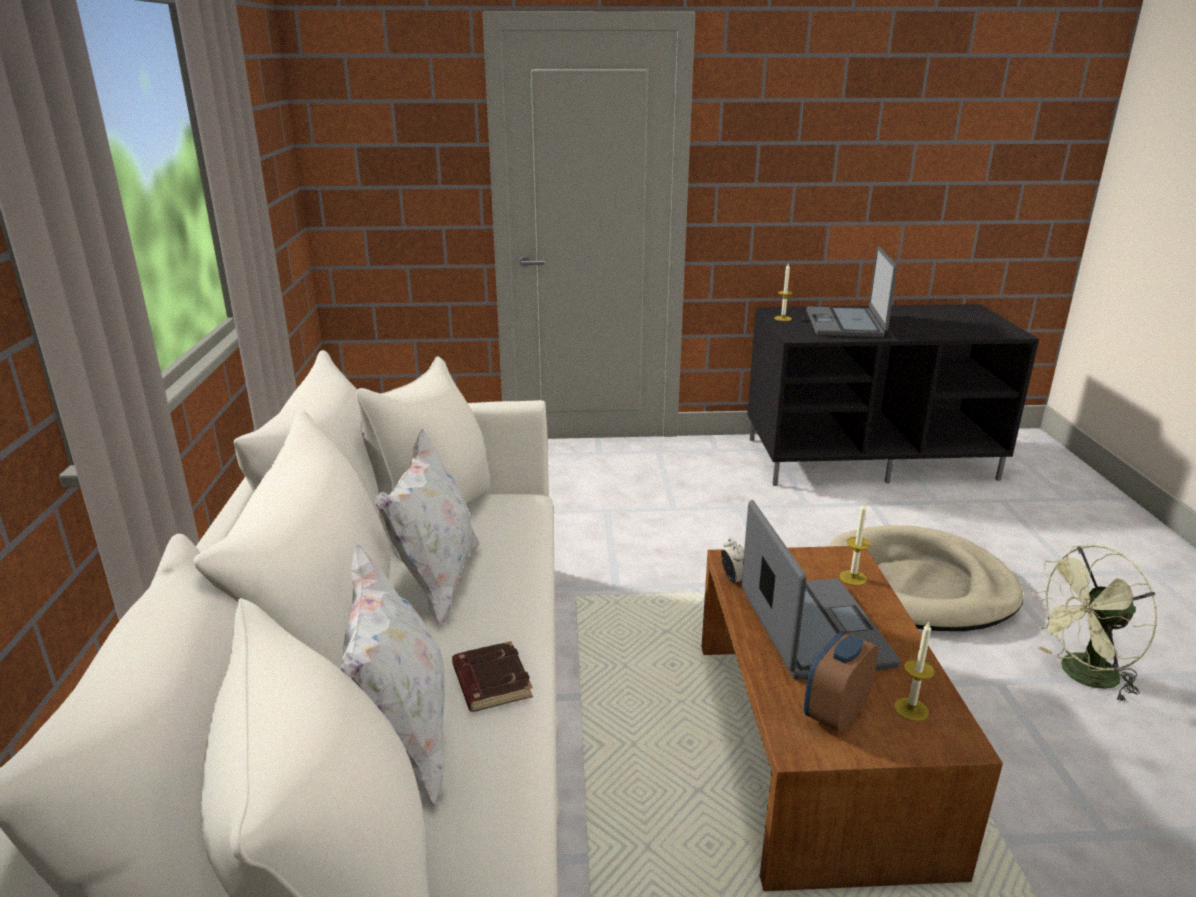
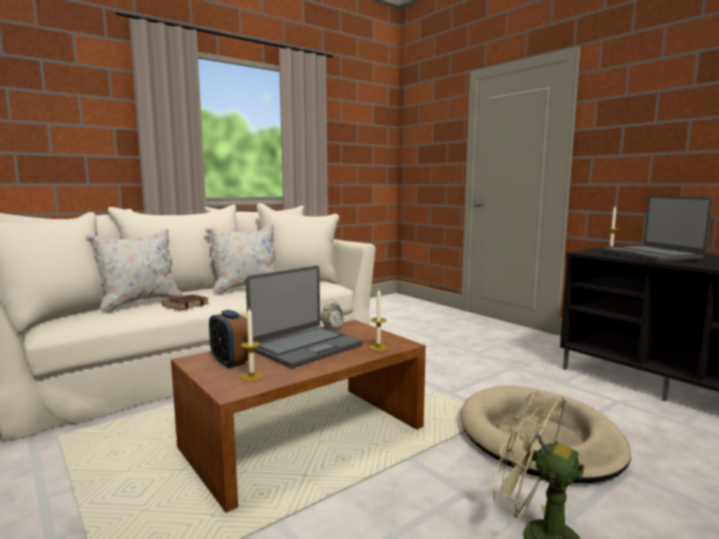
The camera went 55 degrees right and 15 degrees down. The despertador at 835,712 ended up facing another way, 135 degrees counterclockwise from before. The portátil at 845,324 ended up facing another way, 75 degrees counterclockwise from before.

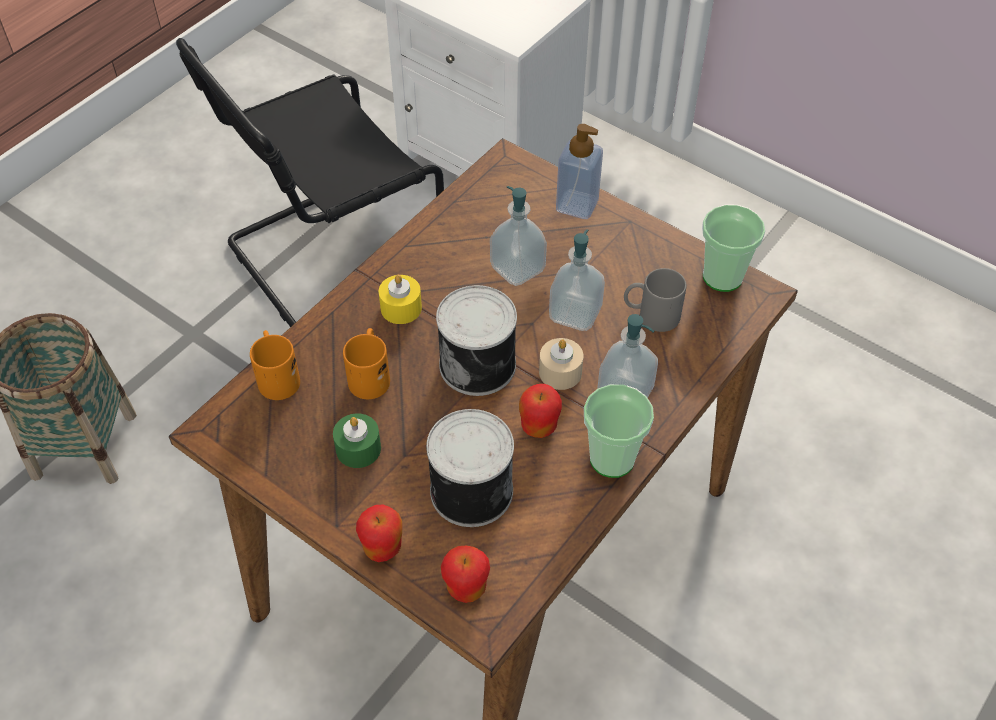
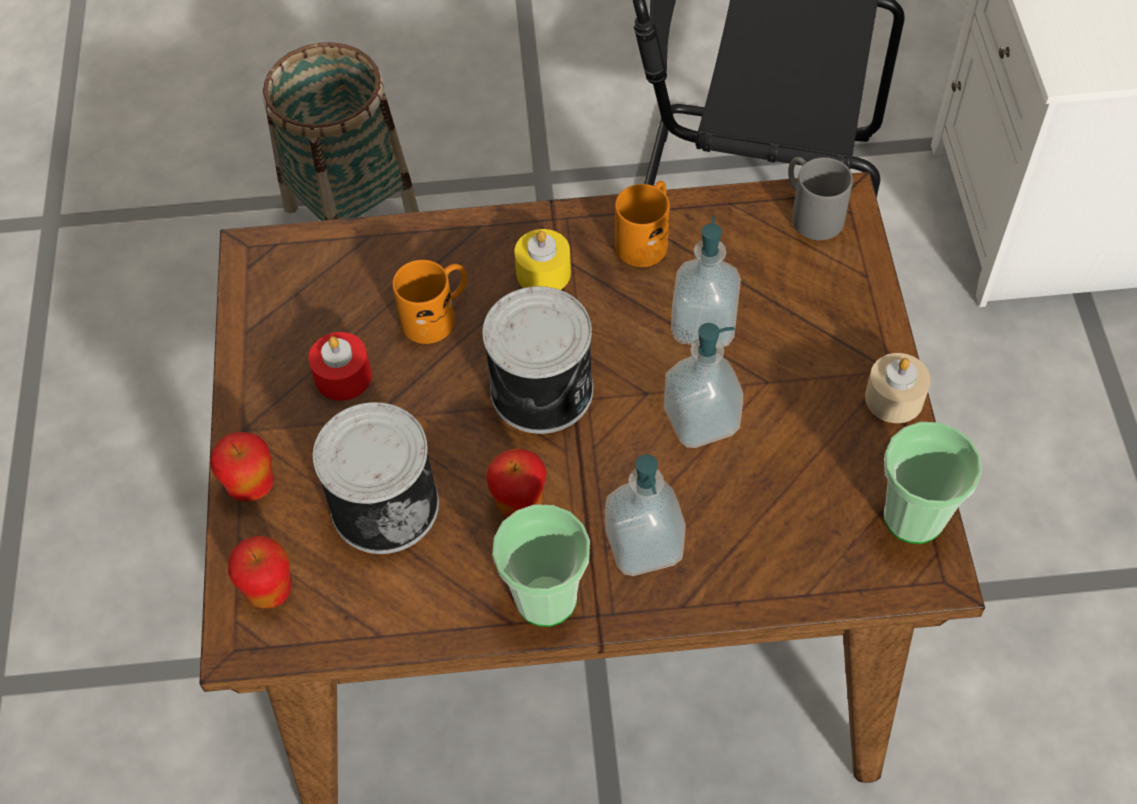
The camera went 50 degrees right and 5 degrees up. What was the vela/verde at 358,449 turned into the vela/rojo at 343,376. The taza grande/naranja ended up elsewhere, having gone from 276,376 to 646,238. The taza grande/gris ended up elsewhere, having gone from 650,315 to 810,213. The vela/beis ended up elsewhere, having gone from 560,372 to 894,398. The second view lost the dispensador de jabón at 577,205.

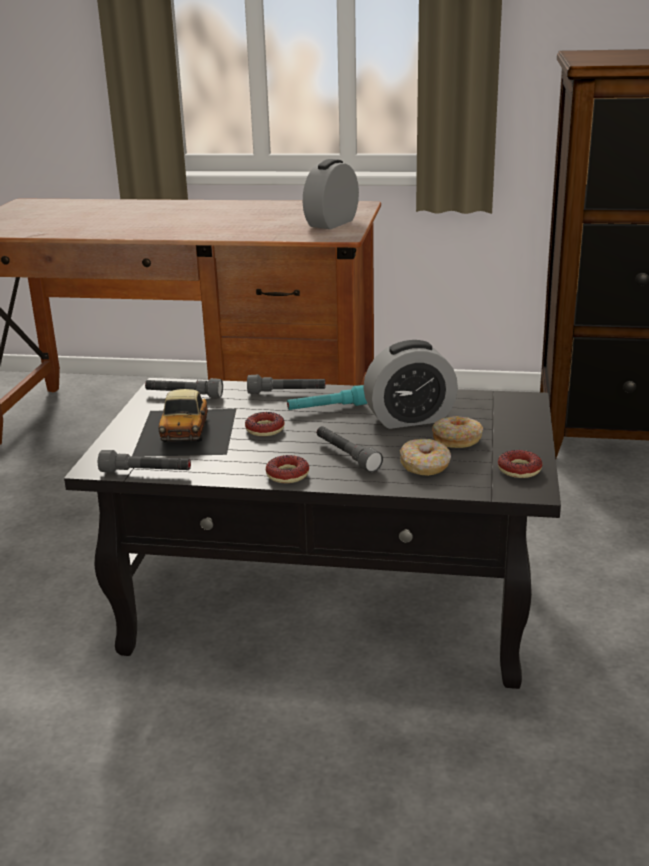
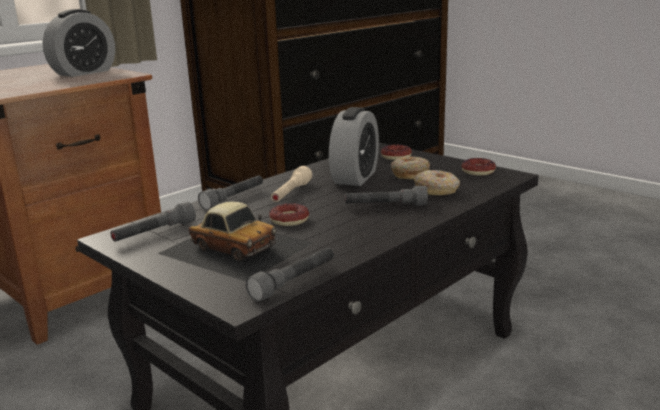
The camera went 55 degrees left and 5 degrees down. The despertador at 331,223 ended up facing another way, 120 degrees counterclockwise from before. What was the linterna/turquesa at 327,409 turned into the linterna/beis at 291,194. The rosquilla ended up elsewhere, having gone from 287,475 to 396,156.

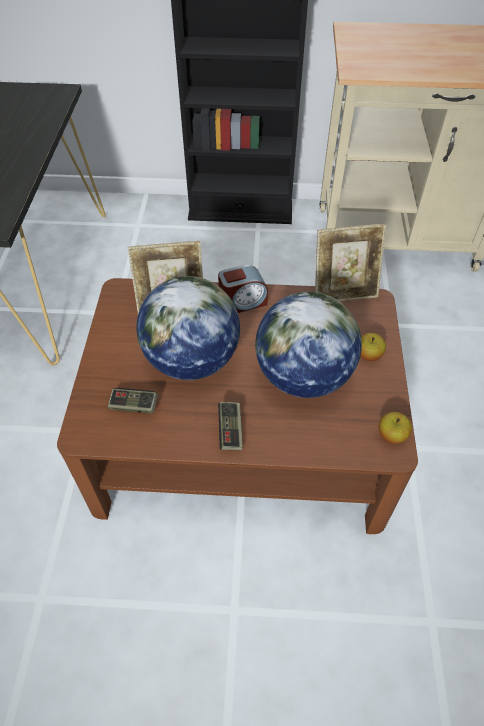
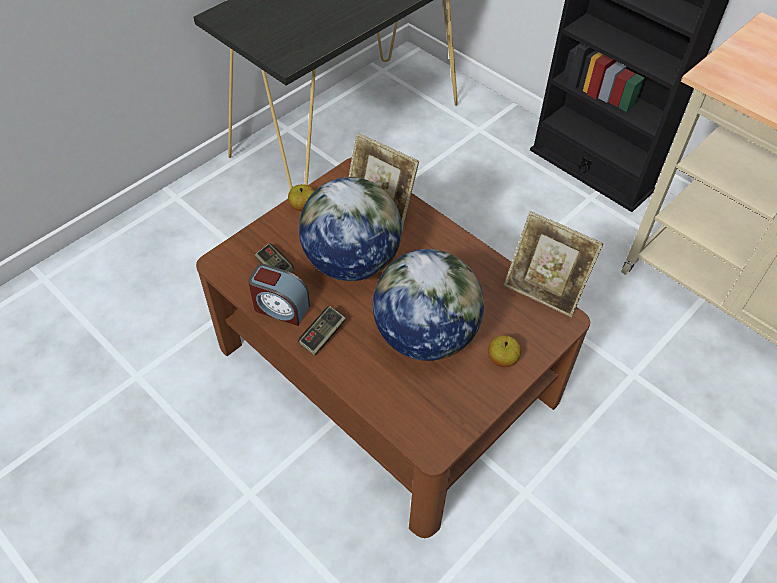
The camera went 40 degrees right and 0 degrees up. The despertador ended up elsewhere, having gone from 242,302 to 280,308. The manzana ended up elsewhere, having gone from 391,435 to 302,206.

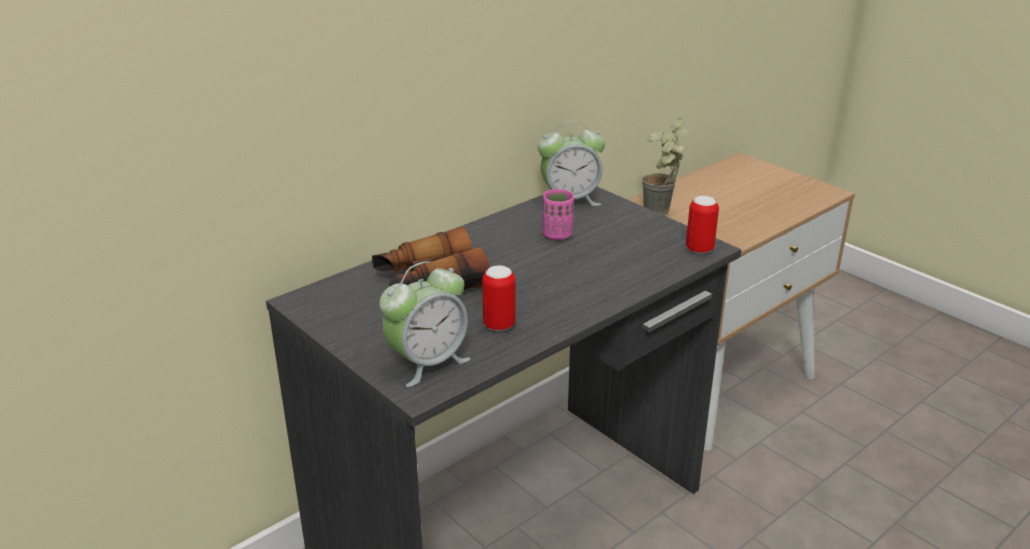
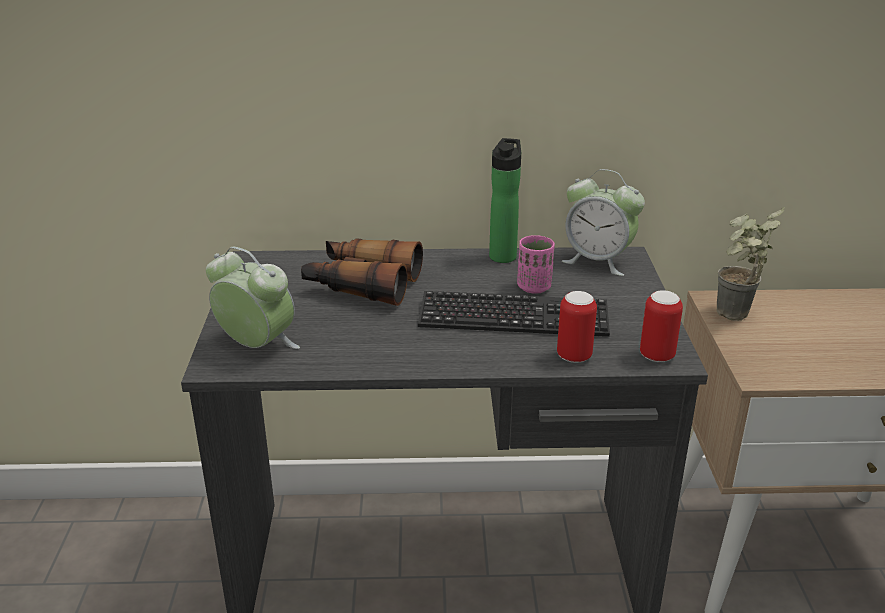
The camera went 40 degrees right and 0 degrees up. The despertador at 428,363 ended up facing another way, 150 degrees counterclockwise from before. The second view gained the teclado at 513,318. The second view gained the botella at 503,255. The lata ended up elsewhere, having gone from 499,325 to 574,356.

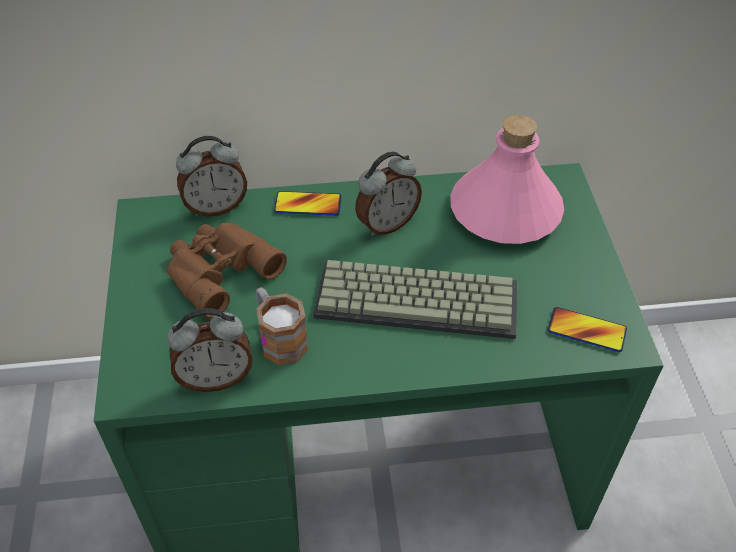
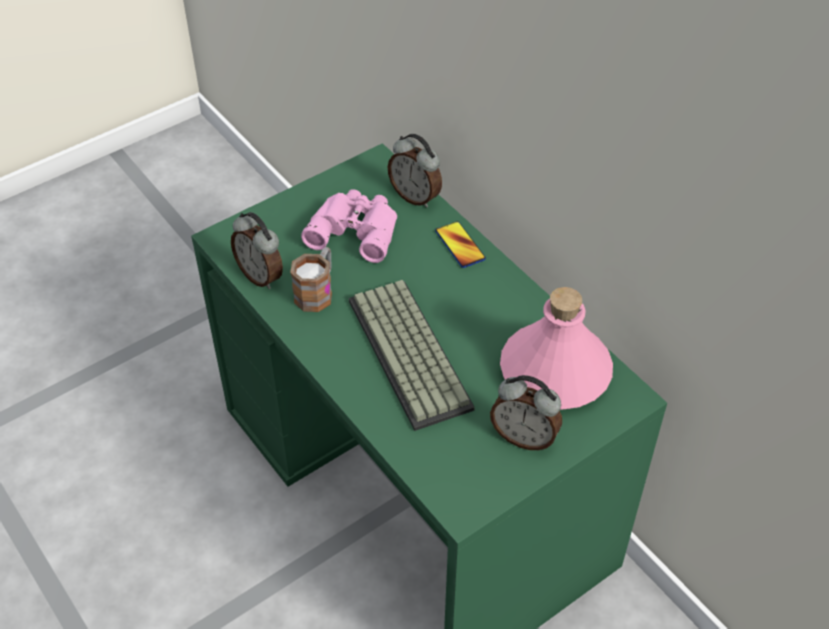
The camera went 60 degrees right and 0 degrees up. What was the prismáticos/marrón at 218,270 turned into the prismáticos/rosa at 355,229. The despertador ended up elsewhere, having gone from 386,223 to 524,437. The second view lost the móvil at 586,330.

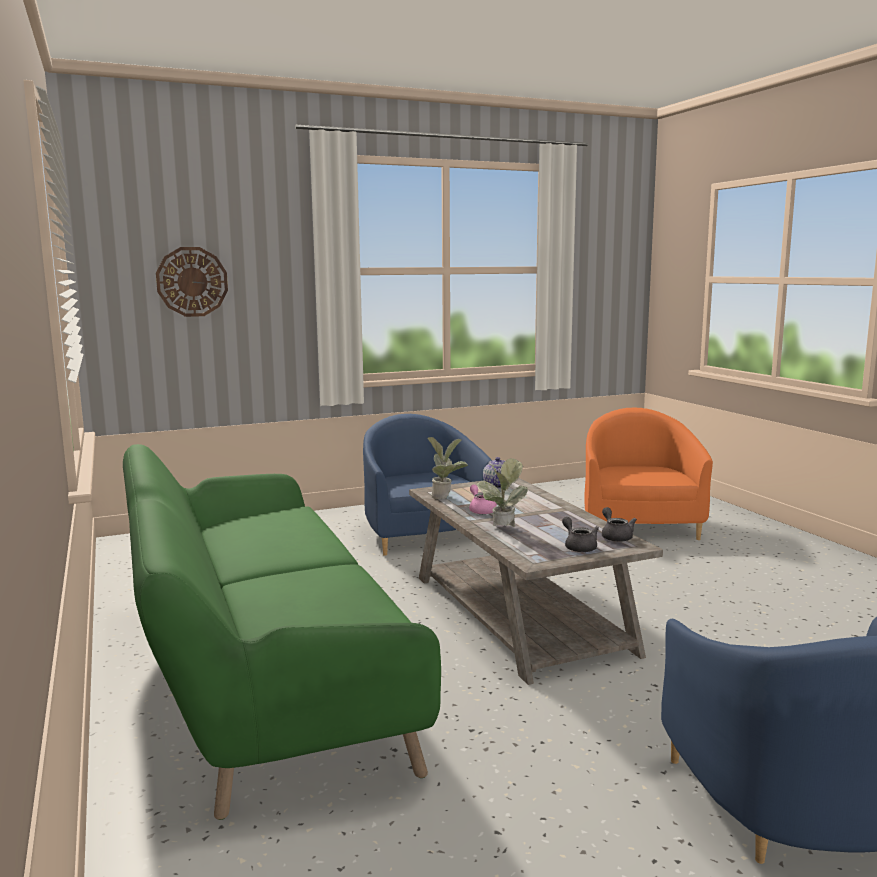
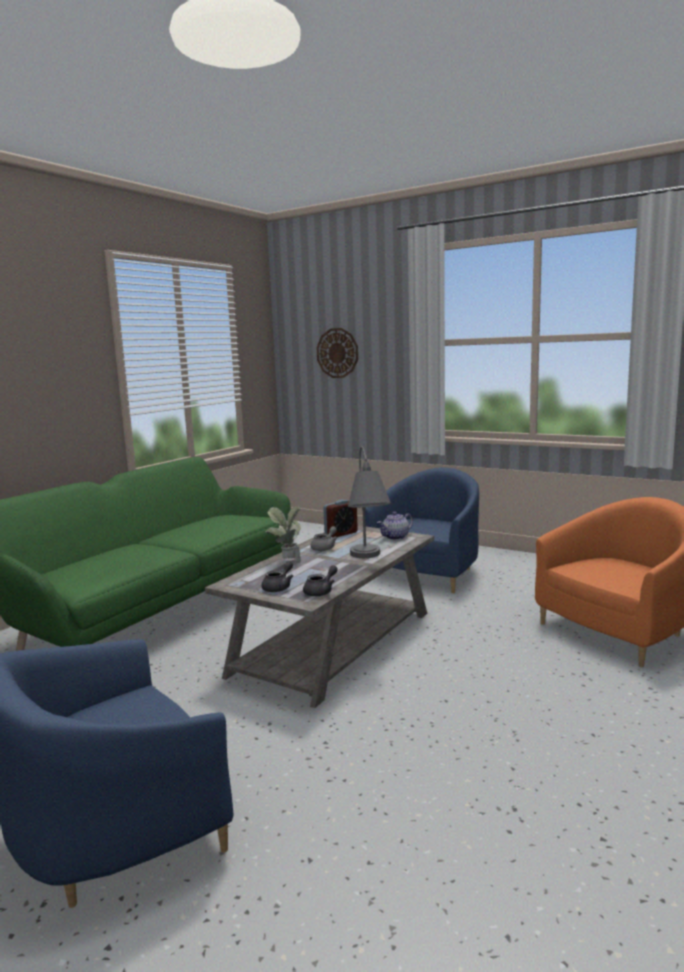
The camera went 55 degrees right and 0 degrees up. What was the tetera/rosa at 481,510 turned into the tetera/gris at 325,548. Where the planta en maceta stood at 446,496, the despertador came to stand at 341,533. The second view gained the lámpara de mesa/gris at 368,560.

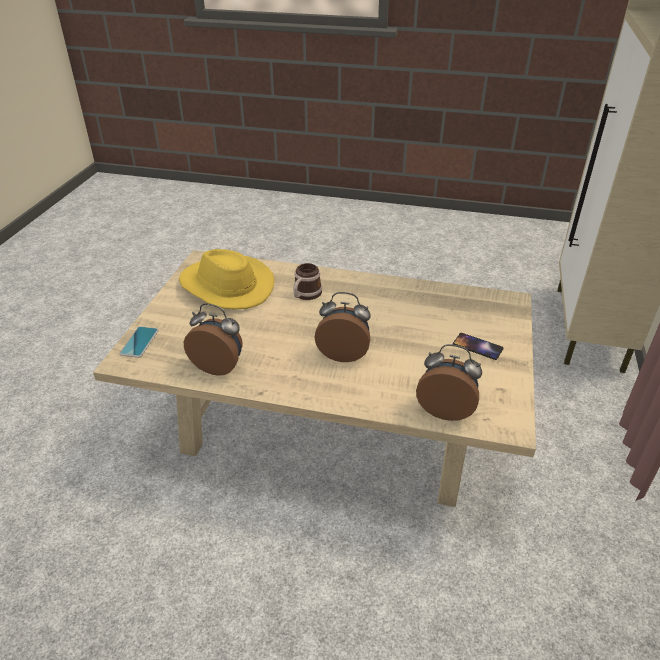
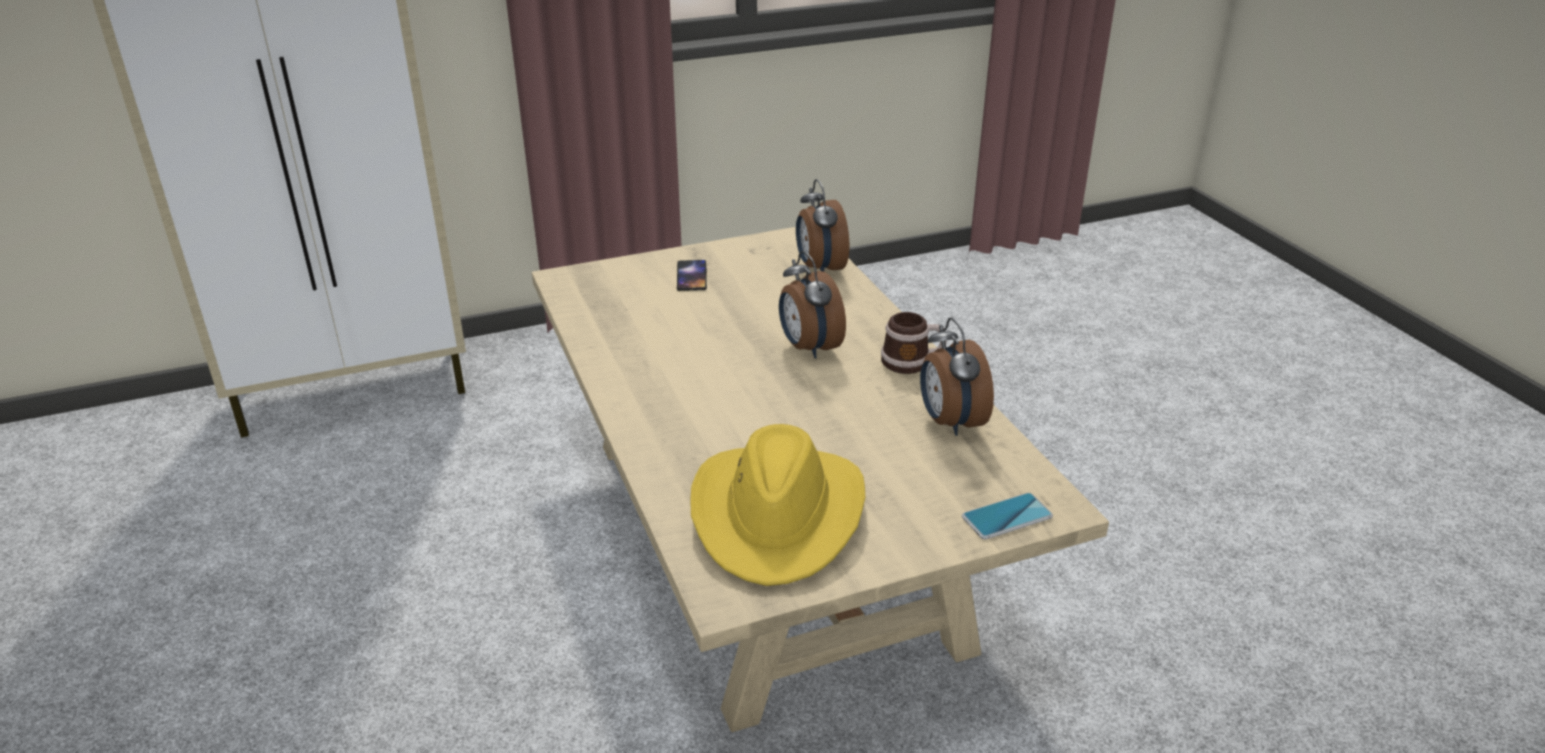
The camera went 125 degrees left and 5 degrees down. The taza grande ended up elsewhere, having gone from 305,295 to 912,362.

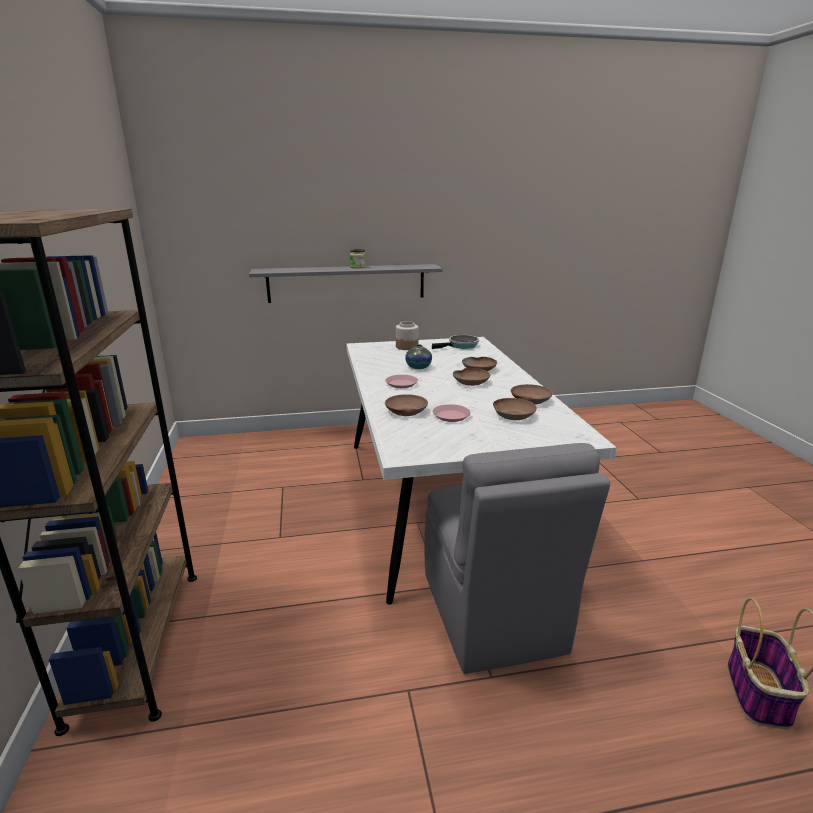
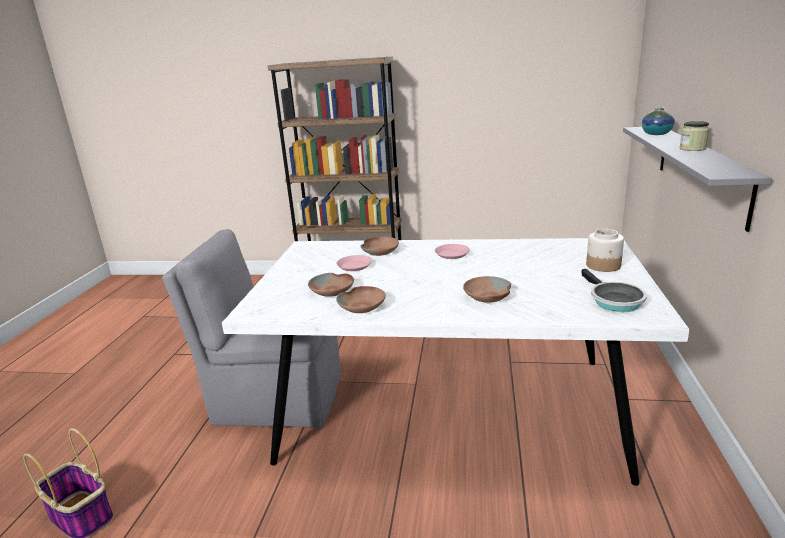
The camera went 110 degrees right and 0 degrees up. The florero ended up elsewhere, having gone from 418,367 to 656,134. The second view lost the cuenco/marrón at 471,382.

